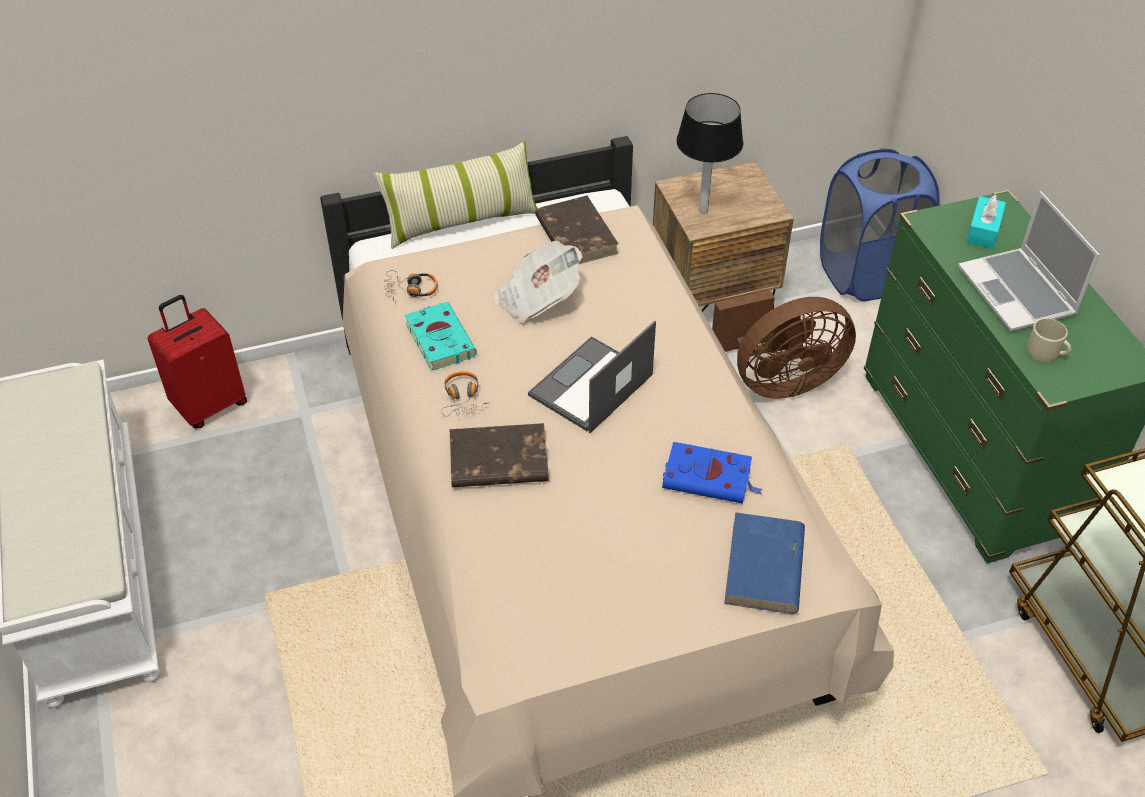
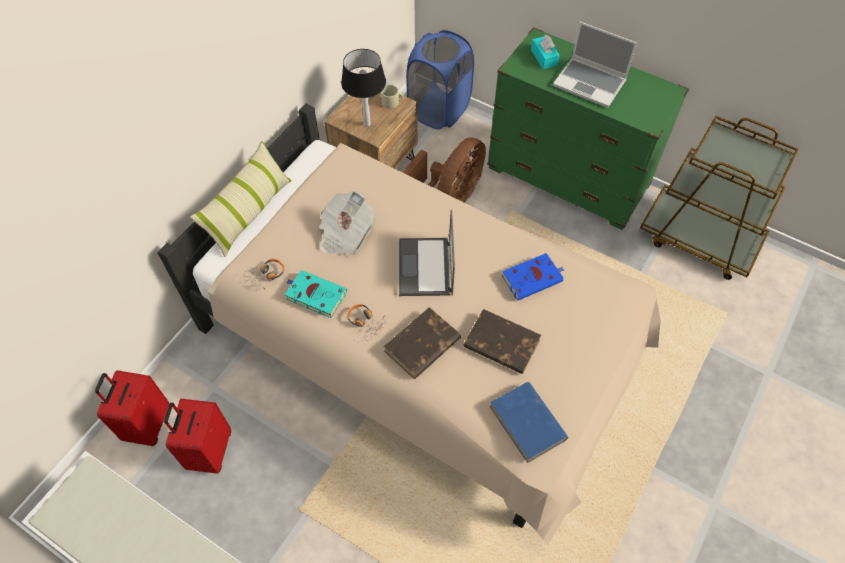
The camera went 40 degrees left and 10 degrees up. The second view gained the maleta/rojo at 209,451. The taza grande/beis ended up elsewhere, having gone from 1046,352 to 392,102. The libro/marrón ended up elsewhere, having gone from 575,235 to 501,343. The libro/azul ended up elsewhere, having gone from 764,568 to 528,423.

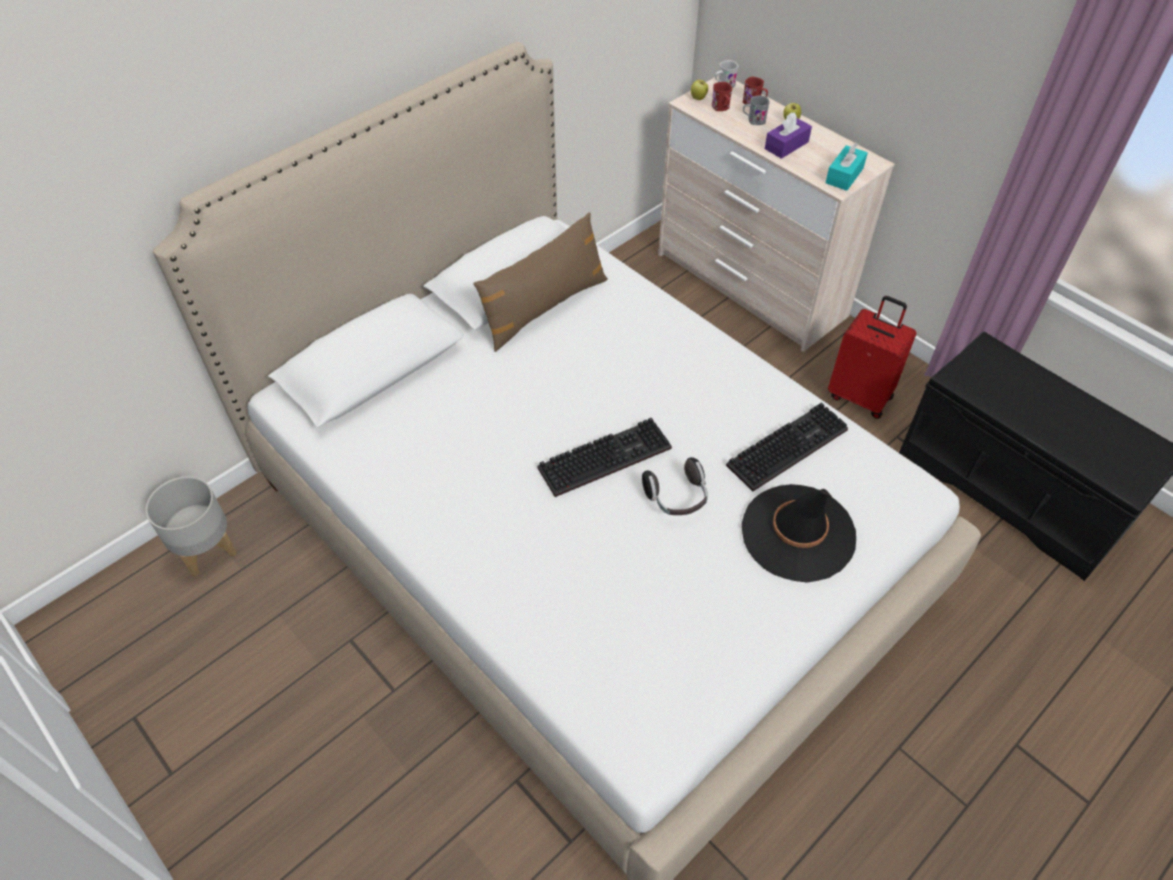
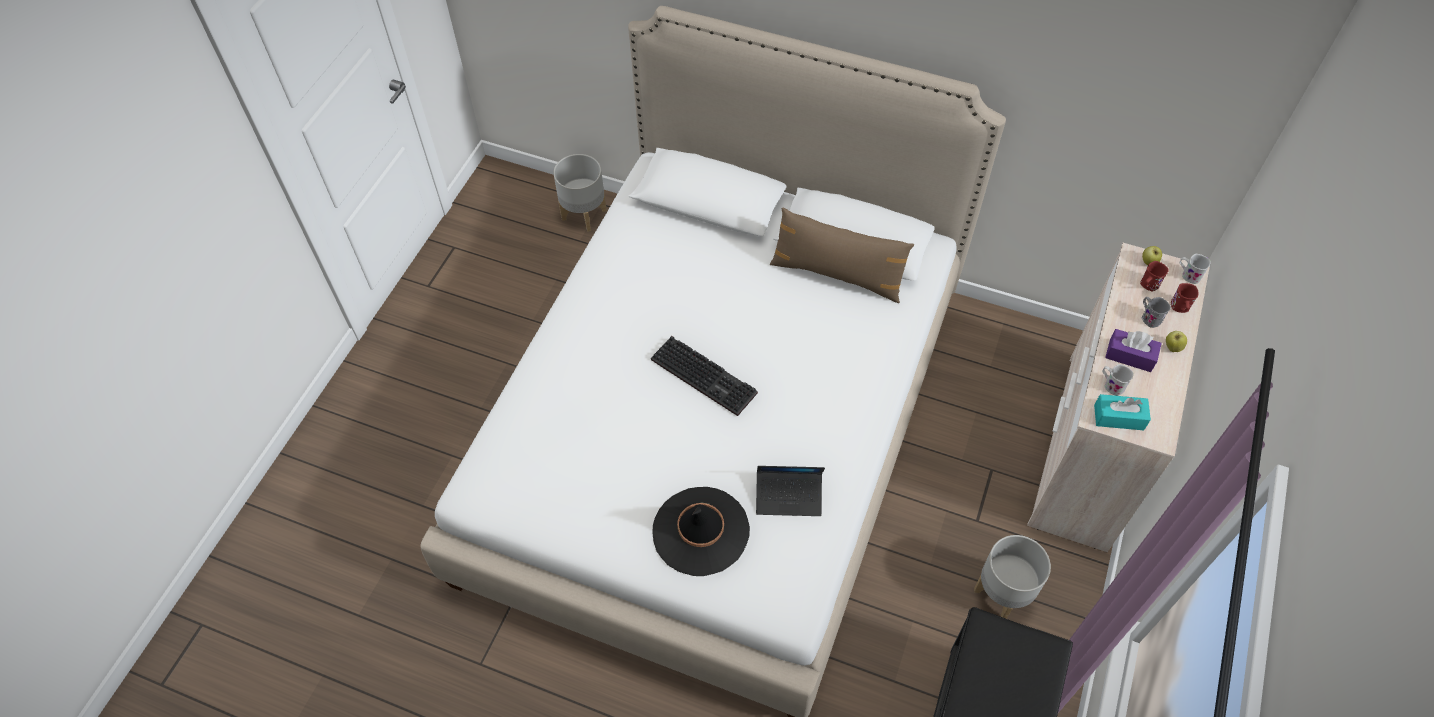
The camera went 65 degrees right and 5 degrees up. Where the teclado stood at 787,445, the portátil came to stand at 788,497. Where the maleta/rojo stood at 860,396, the maceta/gris came to stand at 1003,594. The second view gained the taza grande/blanco at 1111,385. The second view lost the auriculares at 677,498.

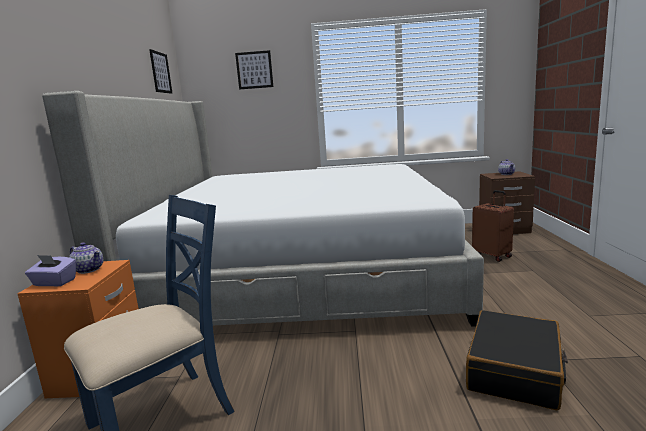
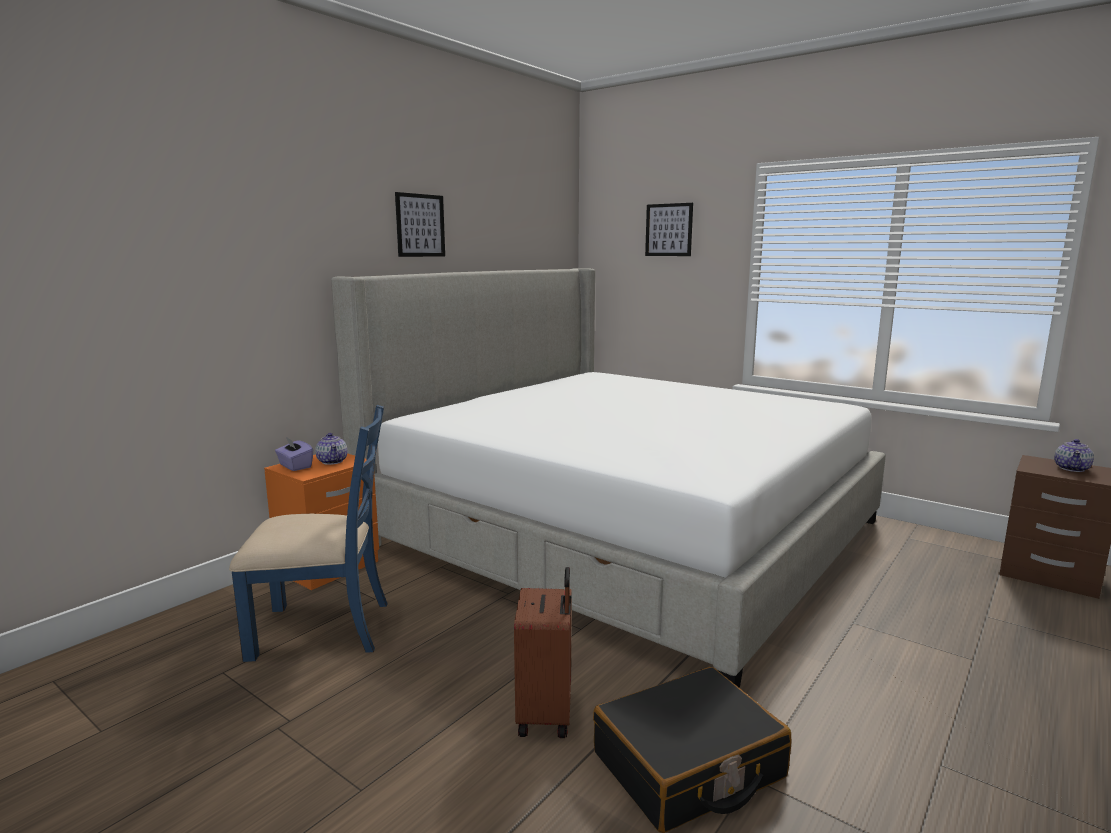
The camera went 35 degrees right and 0 degrees up. The cuadro ended up elsewhere, having gone from 160,72 to 420,225. The maleta/marrón ended up elsewhere, having gone from 492,256 to 547,714.

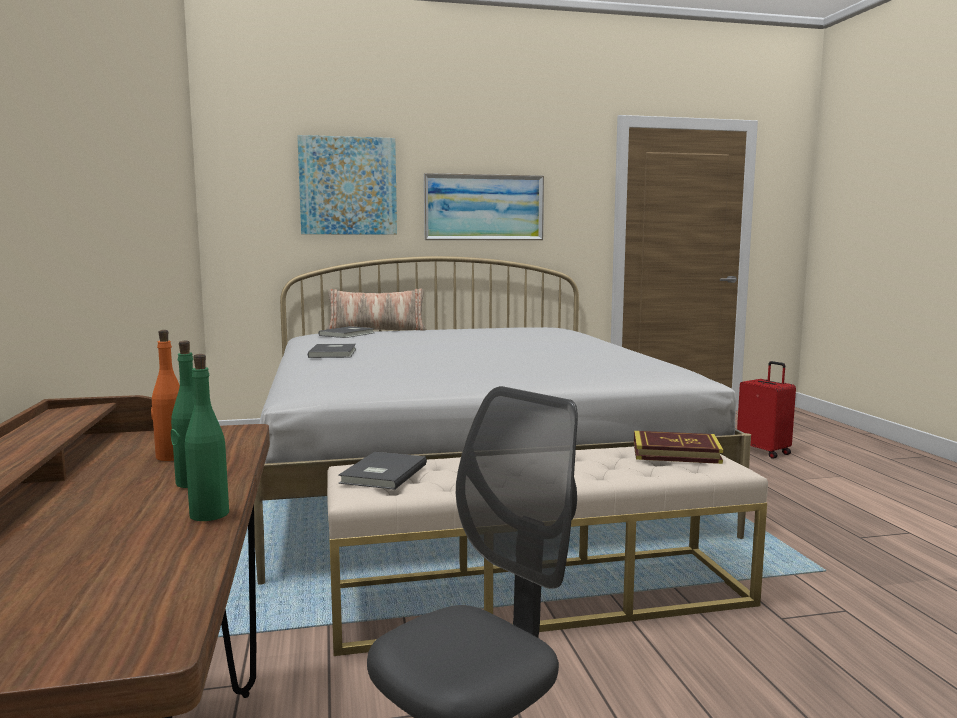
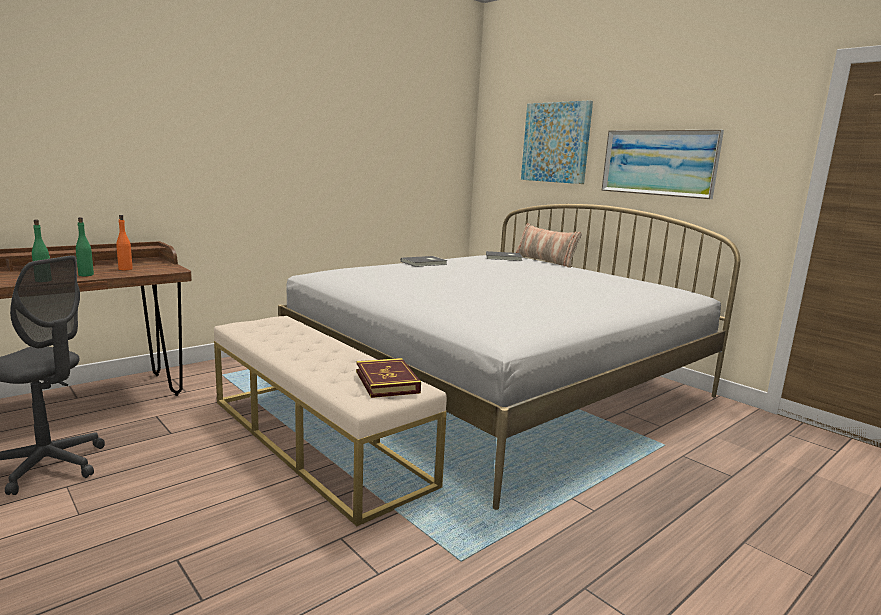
The camera went 60 degrees right and 5 degrees up. The second view lost the libro/gris at 381,473. The second view lost the maleta/rojo at 764,451.

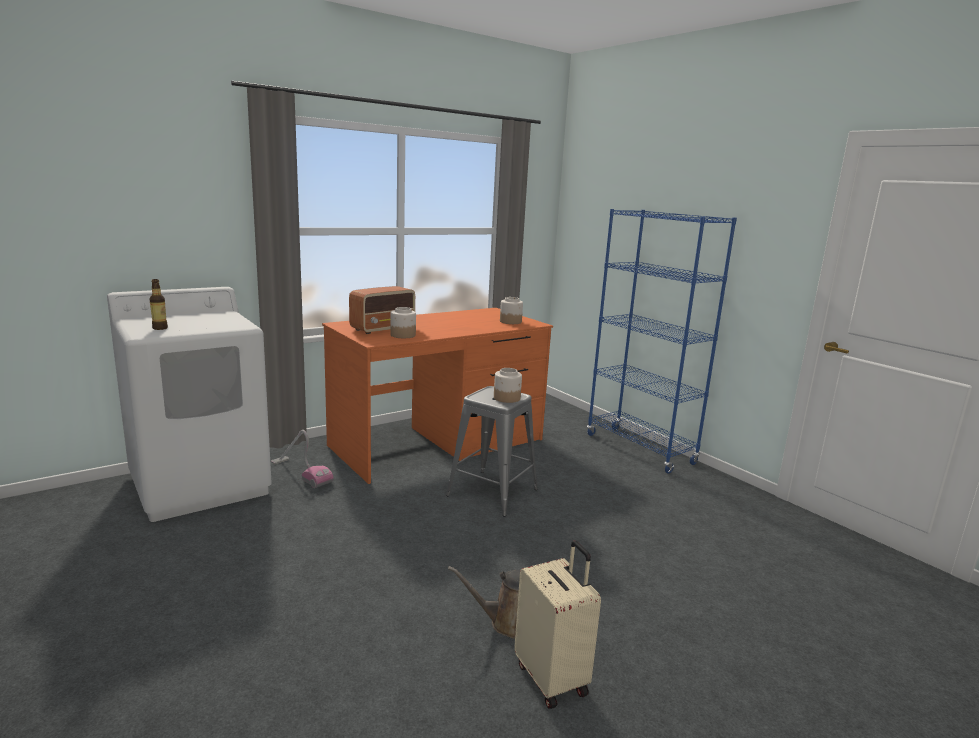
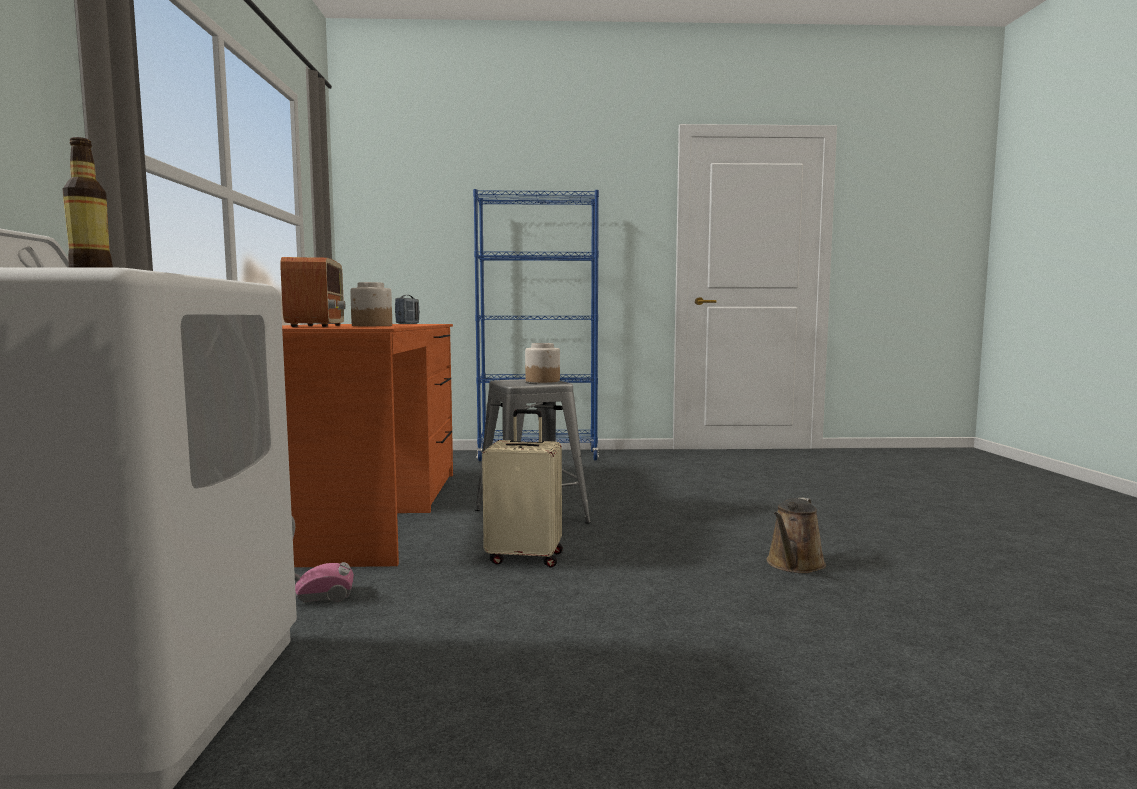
The camera went 55 degrees left and 10 degrees down. Where the tarro stood at 510,322, the radio came to stand at 408,323. The maleta/beis ended up elsewhere, having gone from 552,678 to 525,557.

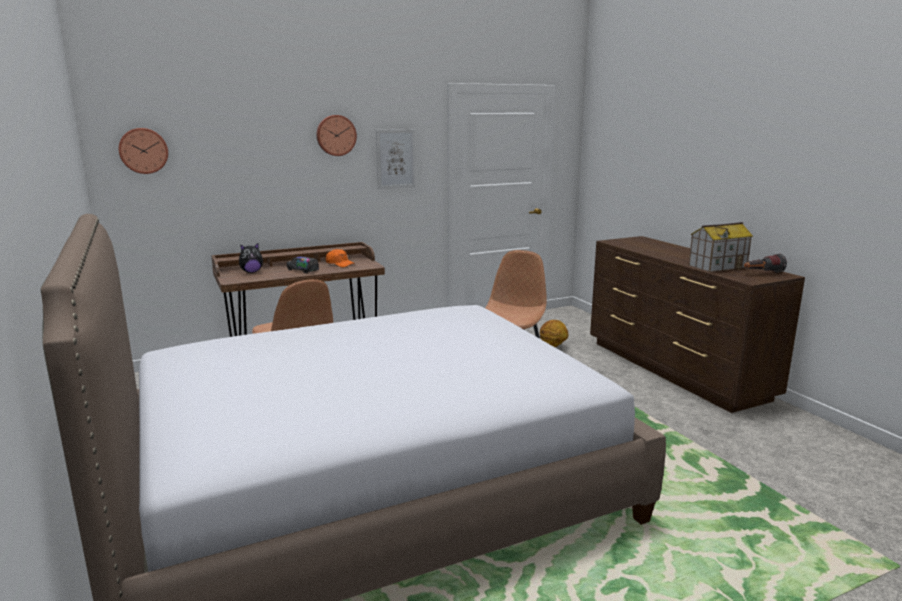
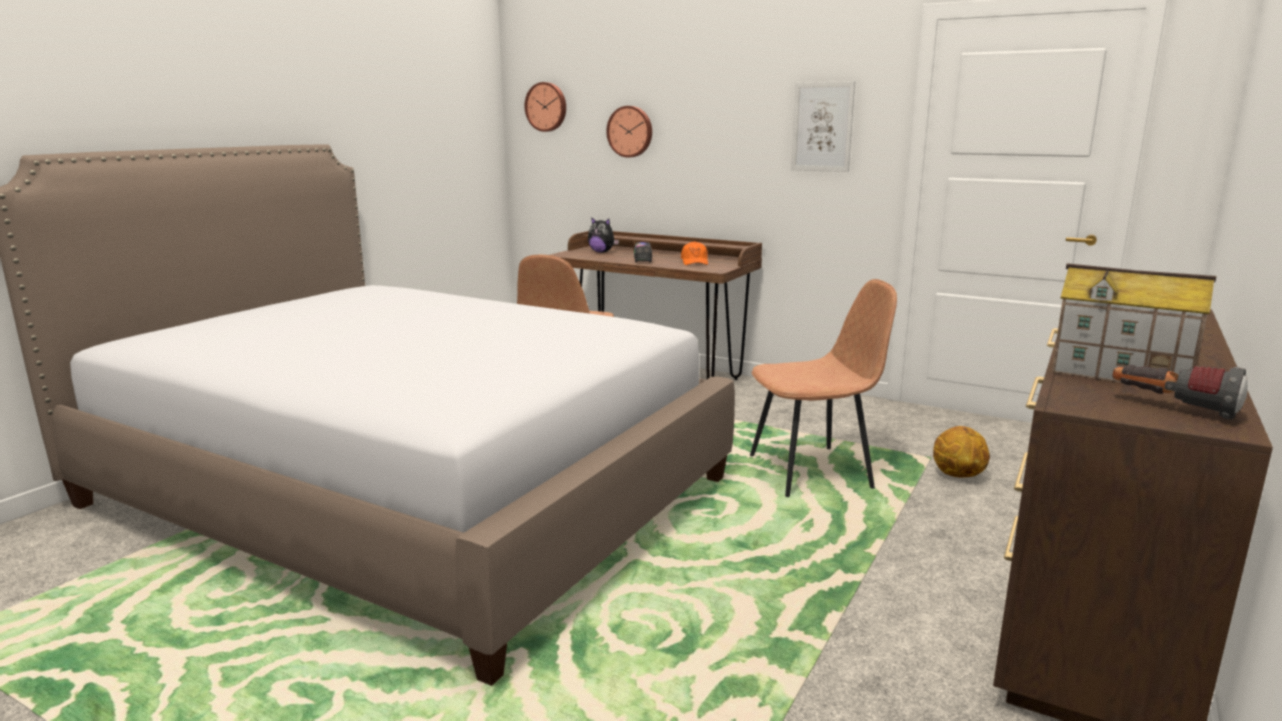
The camera went 55 degrees right and 0 degrees up. The reloj de pared ended up elsewhere, having gone from 336,135 to 630,131.

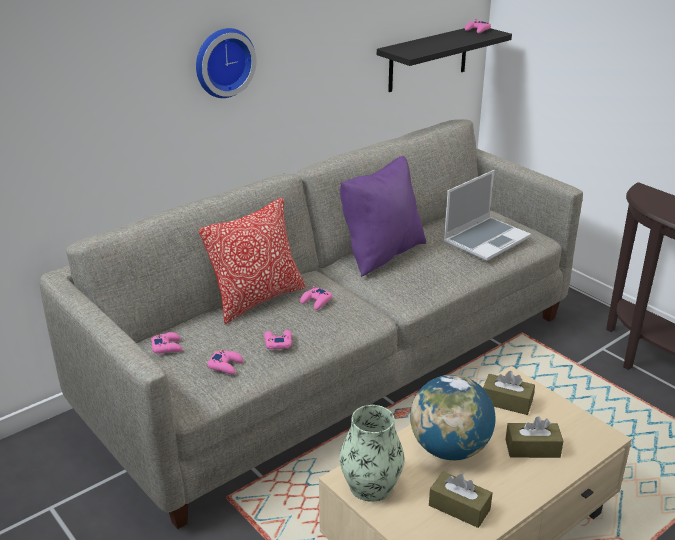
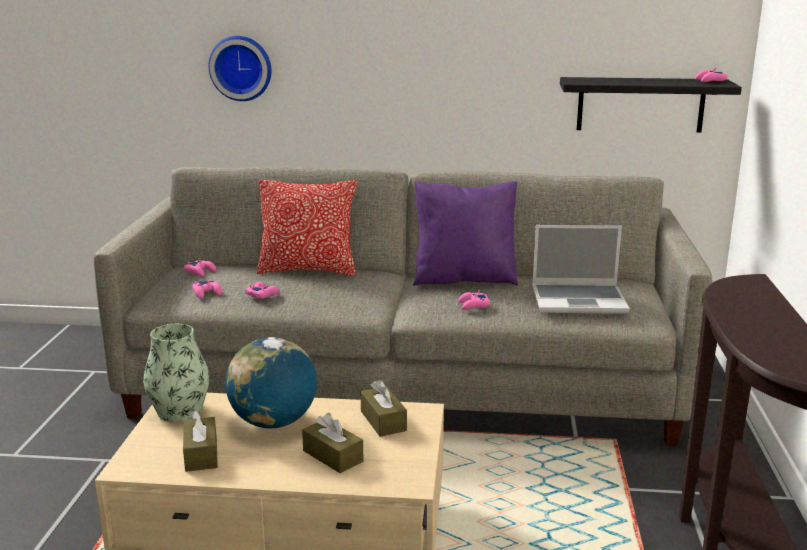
The camera went 45 degrees right and 10 degrees down. The reloj de pared ended up elsewhere, having gone from 223,62 to 241,68. The mando de consola/rosa ended up elsewhere, having gone from 316,301 to 473,305.

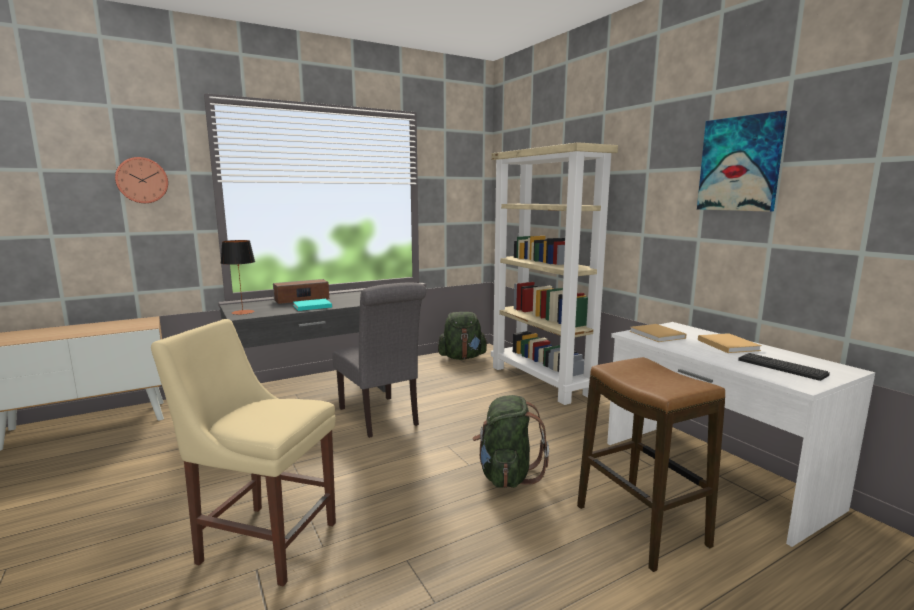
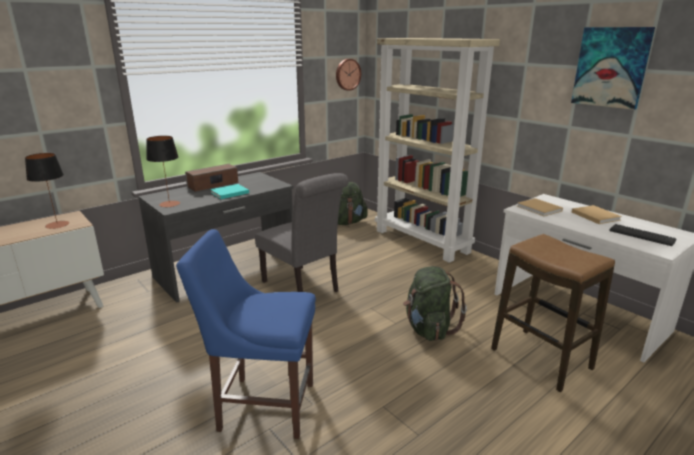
The camera went 10 degrees left and 10 degrees up. The second view gained the lámpara de mesa at 57,224. What was the silla/beis at 263,540 turned into the silla/azul at 262,405. The reloj de pared ended up elsewhere, having gone from 142,180 to 347,74.

